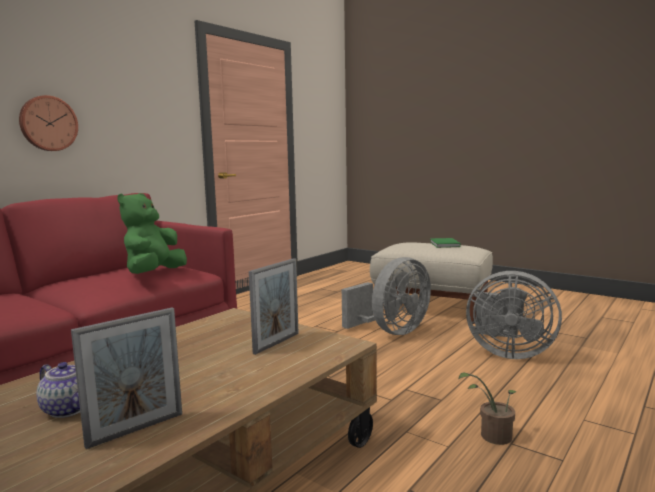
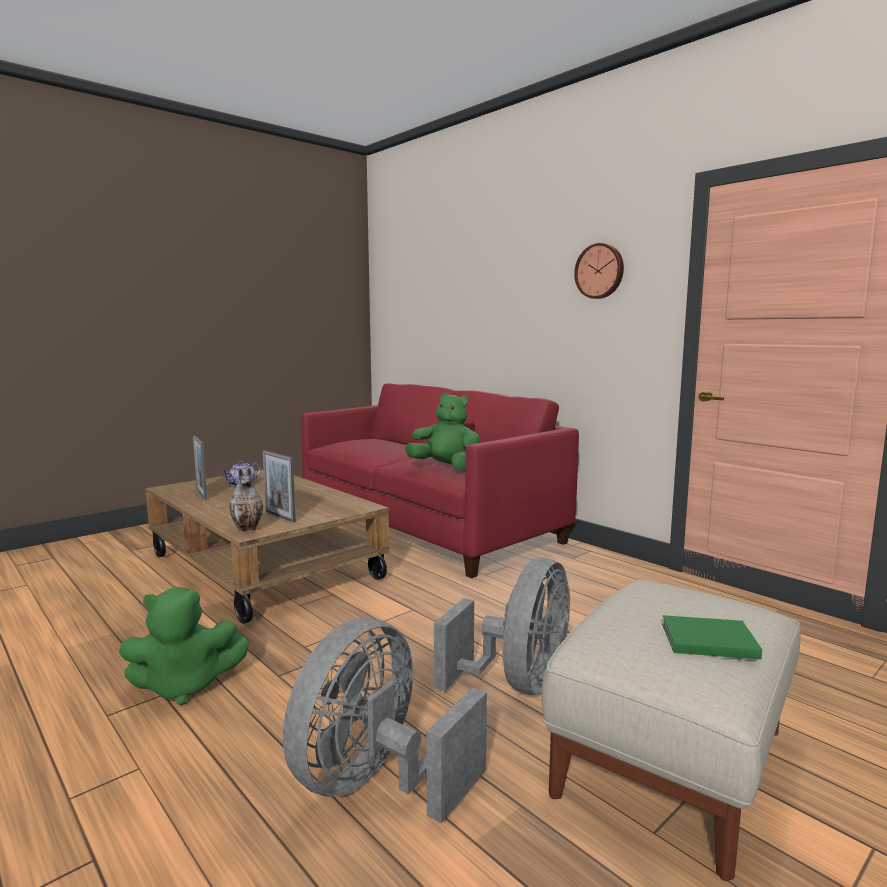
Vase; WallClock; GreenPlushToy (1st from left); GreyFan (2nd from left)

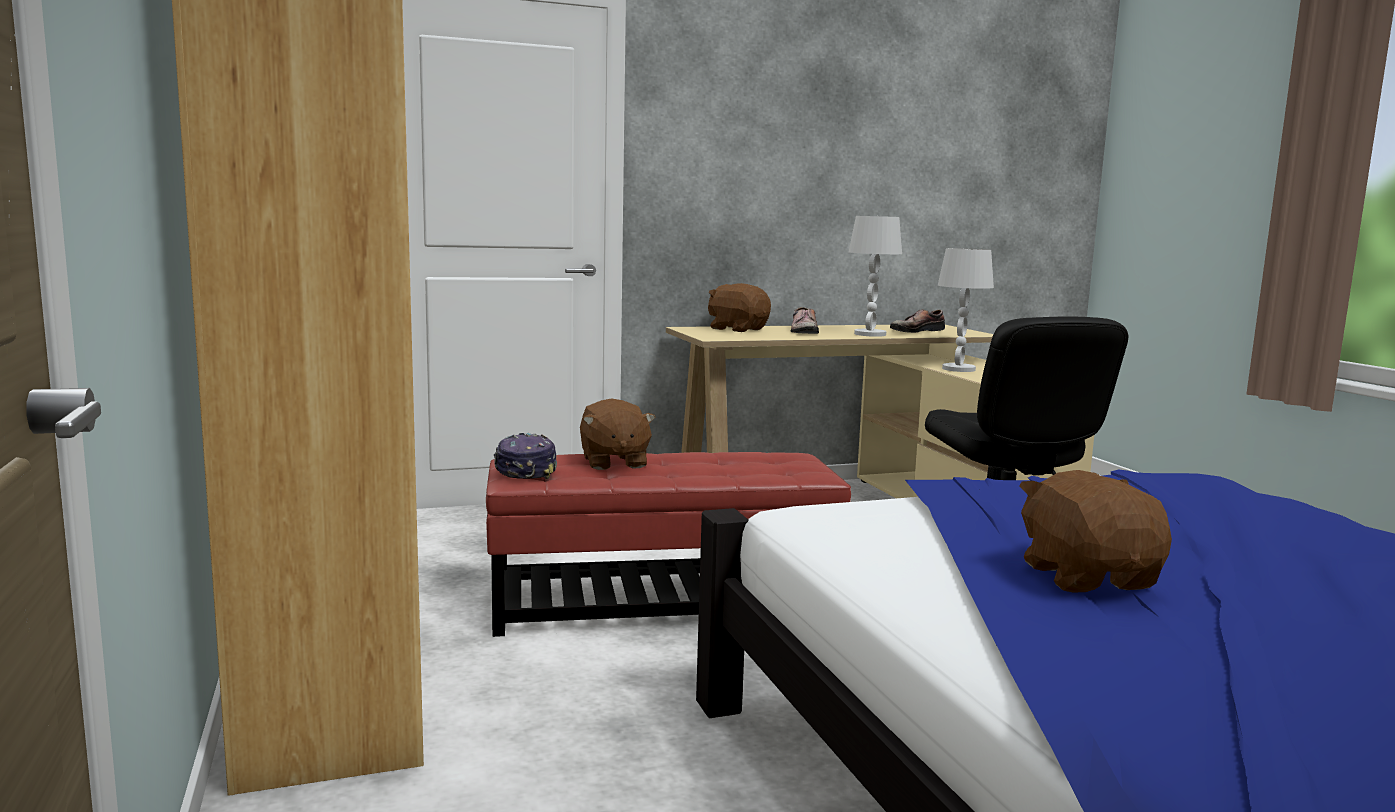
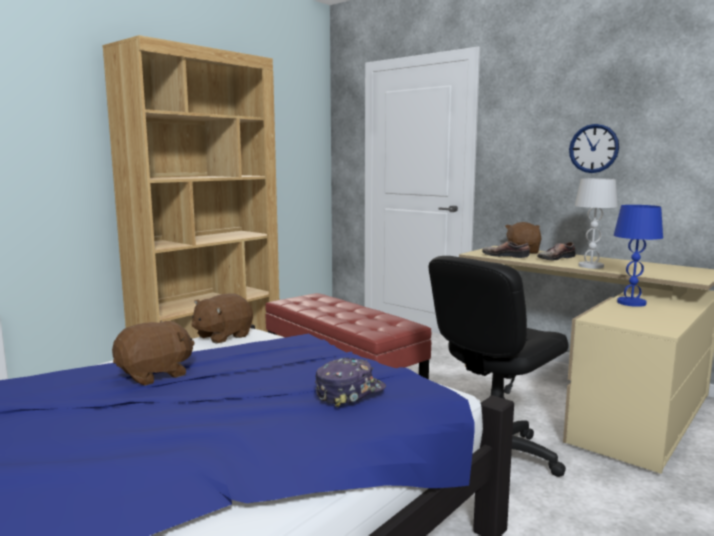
WallClock; Cap; BrownPlushToy (2nd from left); Shoe (1st from left); BlueTableLamp

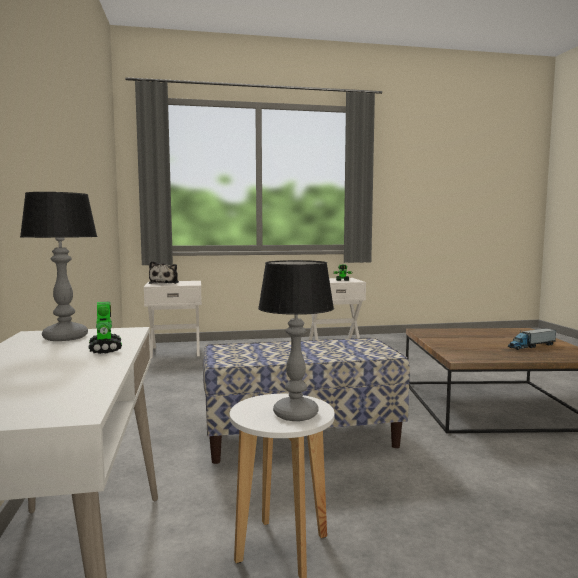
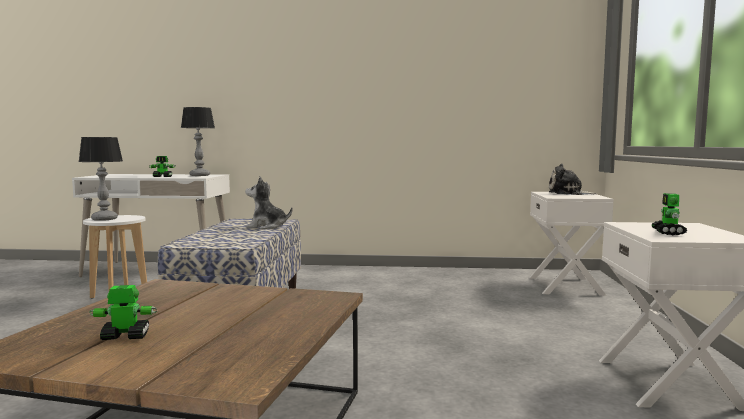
PlushToy (1st from left); ToyRobot (1st from left)

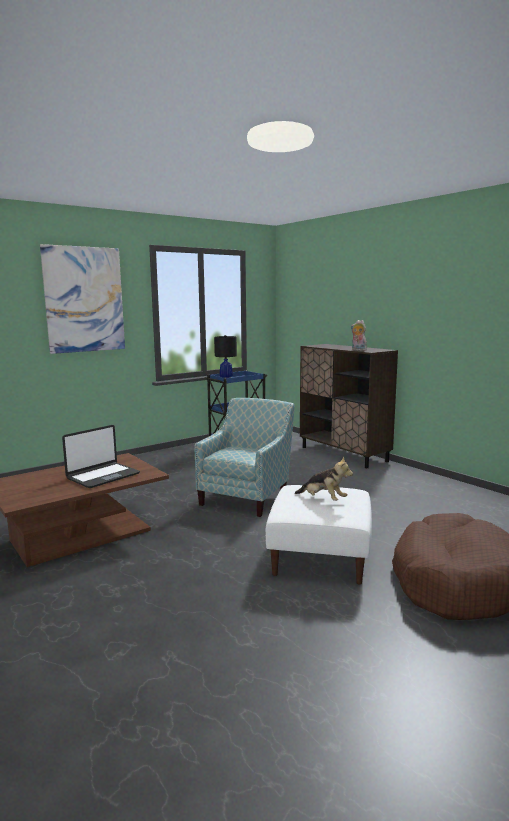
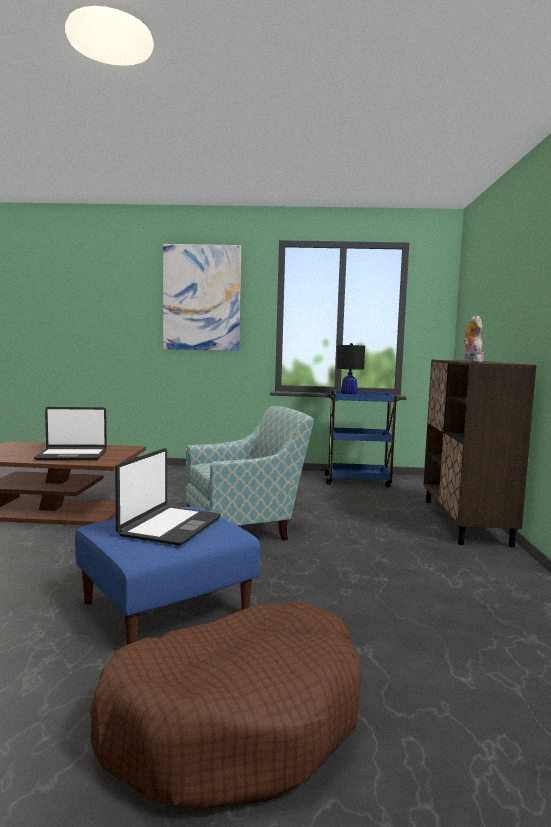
Laptop (2nd from left); BlueOttoman

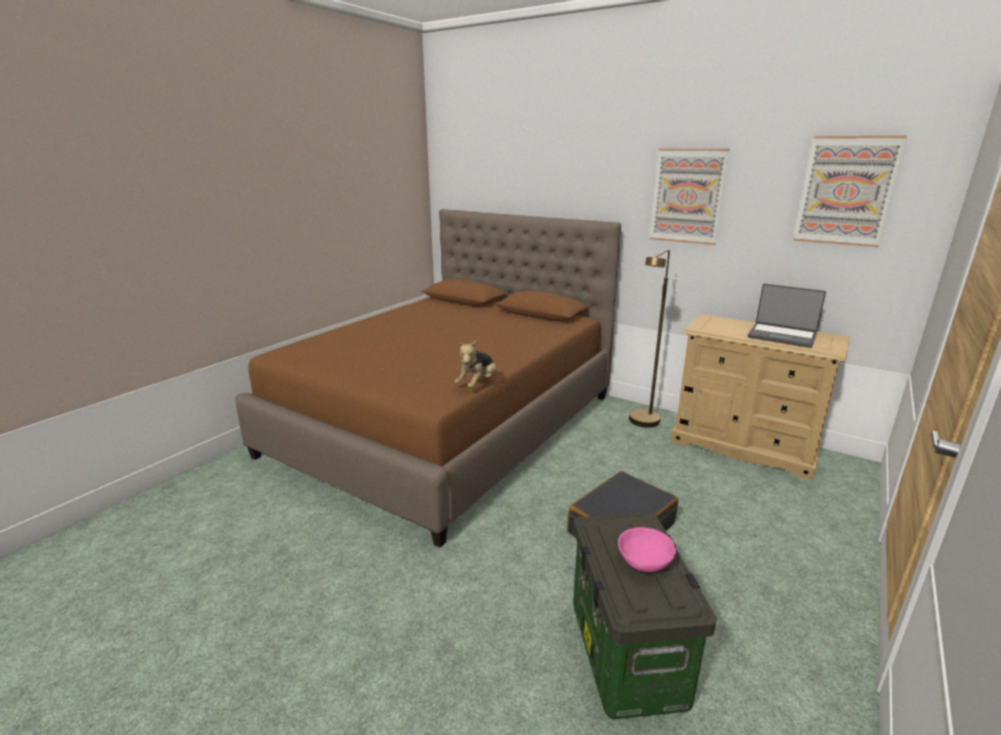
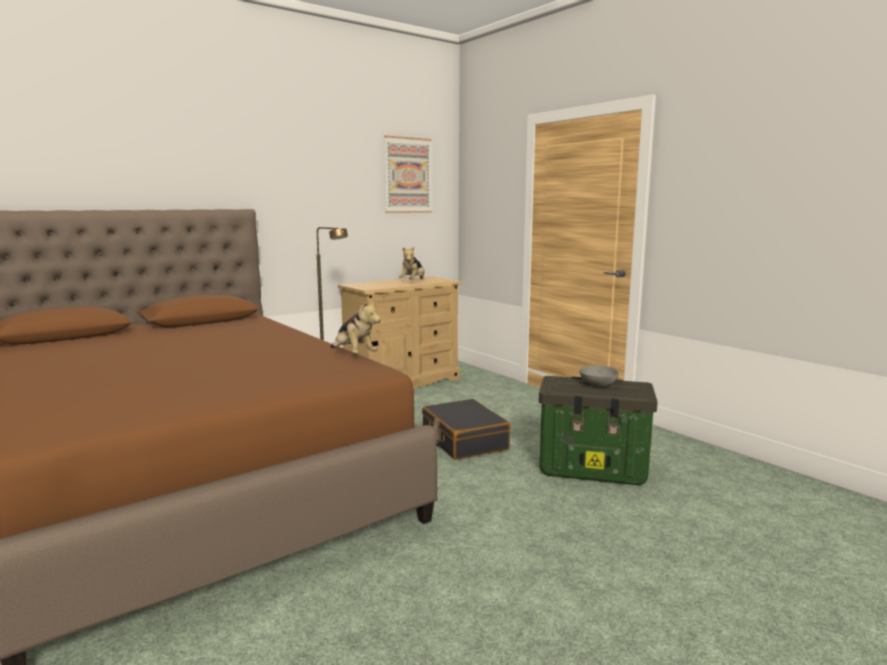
Picture (1st from left in the first image); PlushToy (2nd from left); GreyBowl

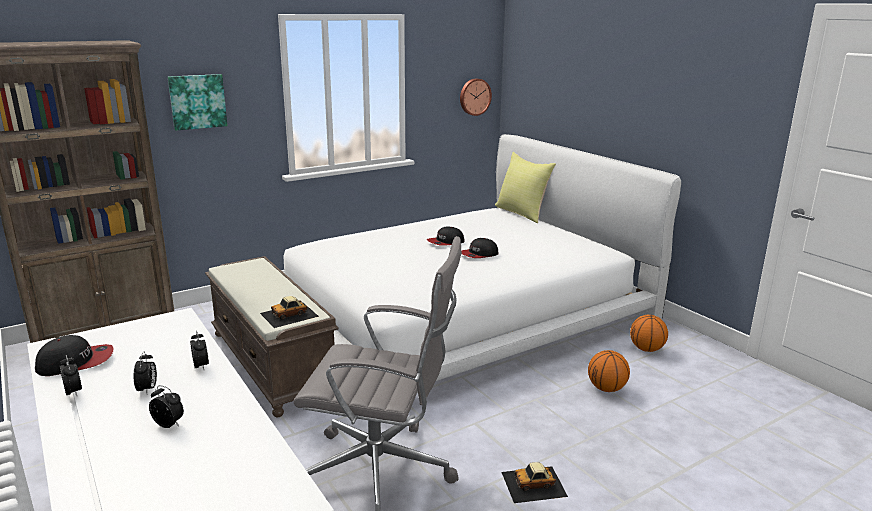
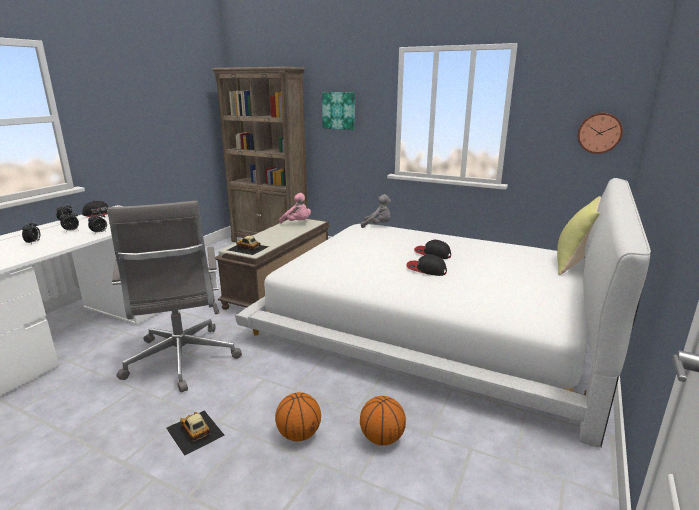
PinkPlushToy; GreyPlushToy; Basketball (1st from left)

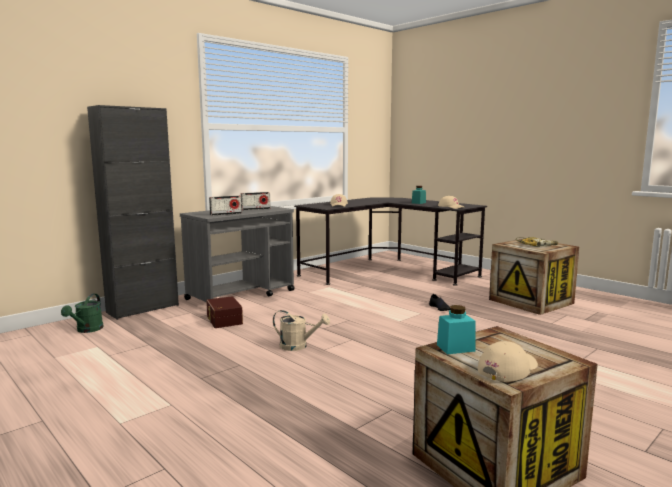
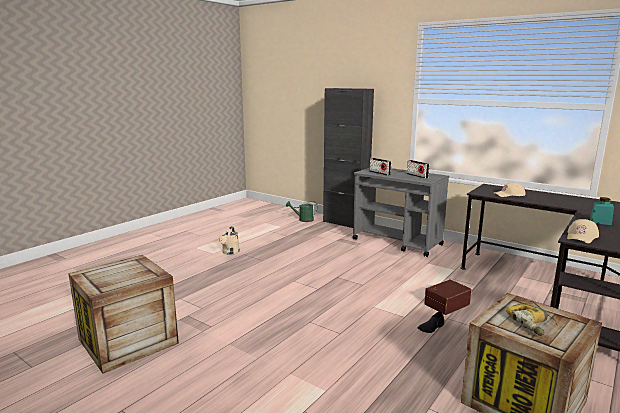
TurquoiseJar (2nd from left in the first image); BeigeCap (3rd from left in the first image); BrownStorageBox; BeigeWateringCan

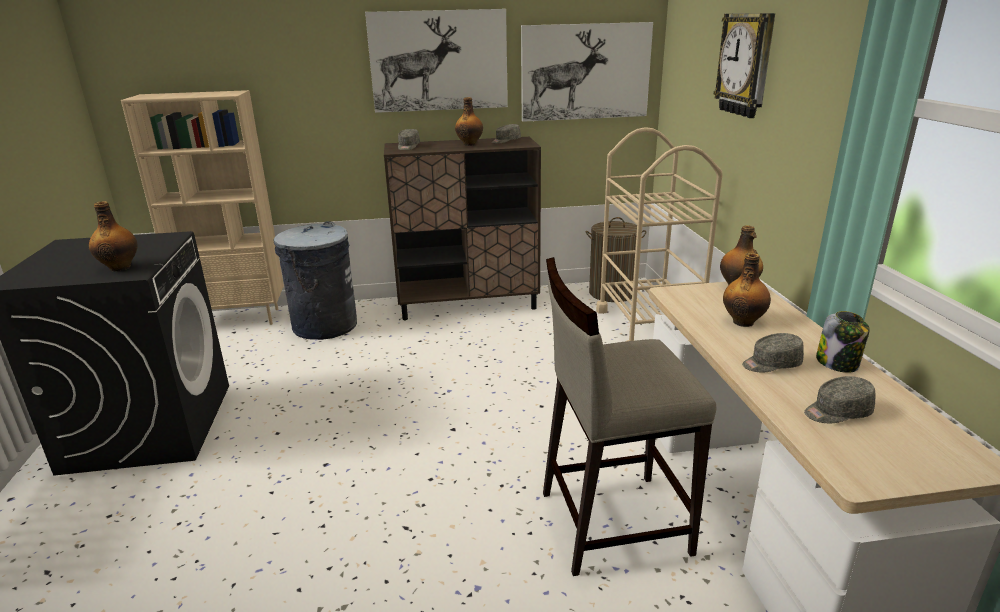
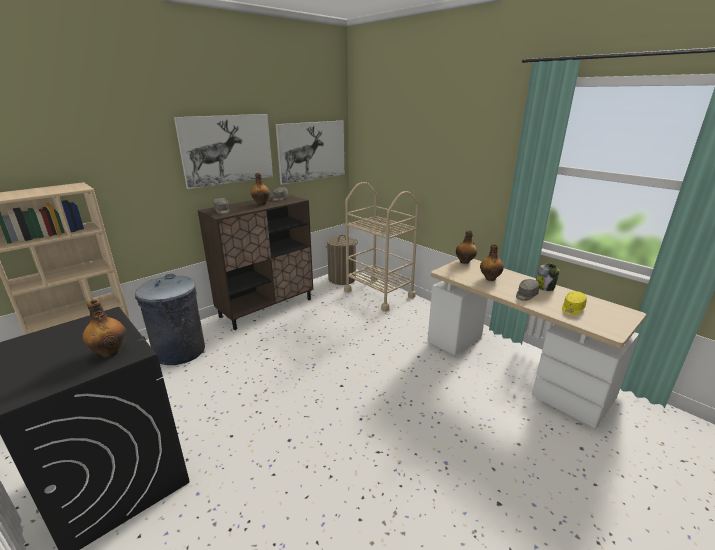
BeigeStool; WallClock; YellowCap

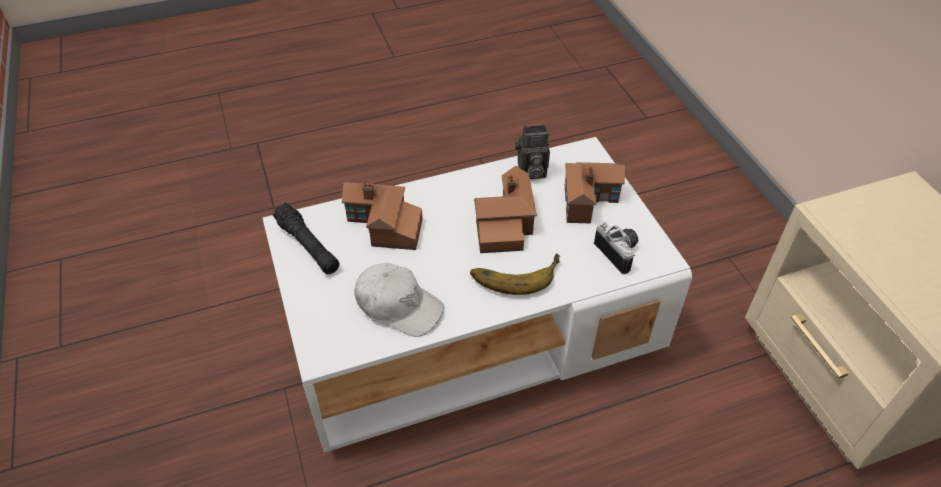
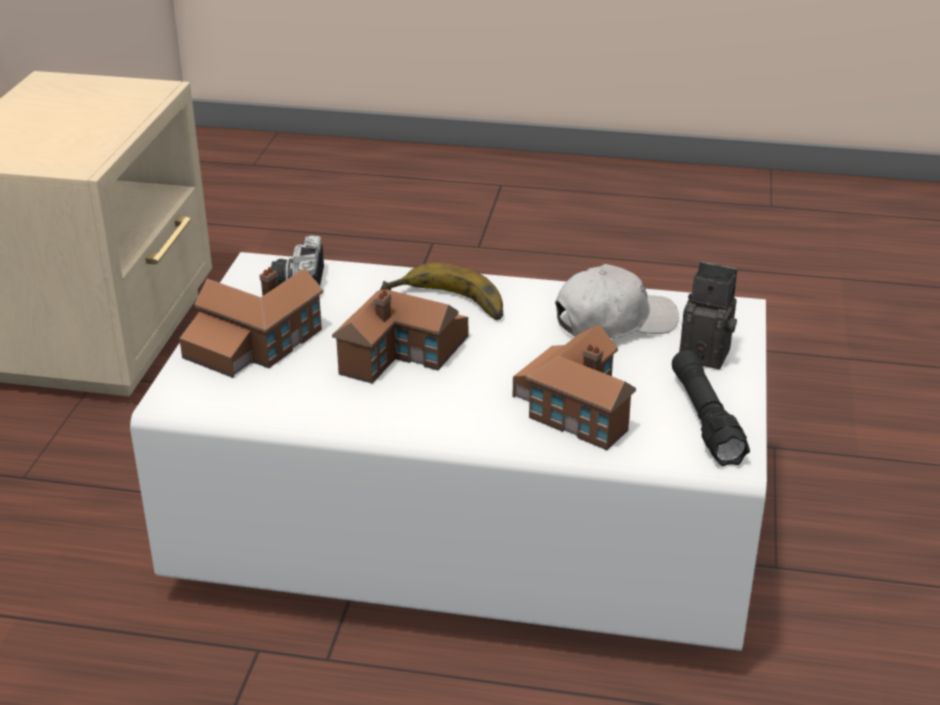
PhotoCamera (2nd from left); WhiteCap

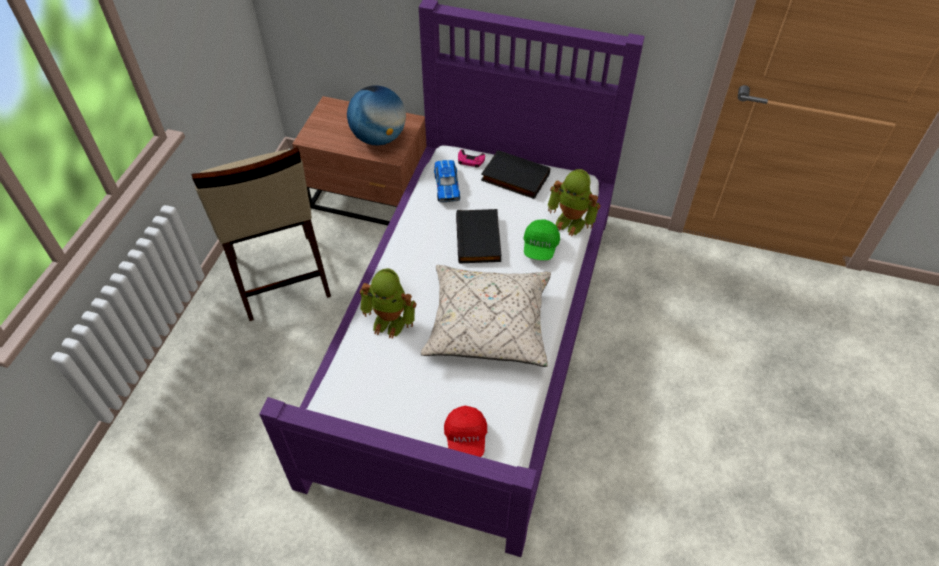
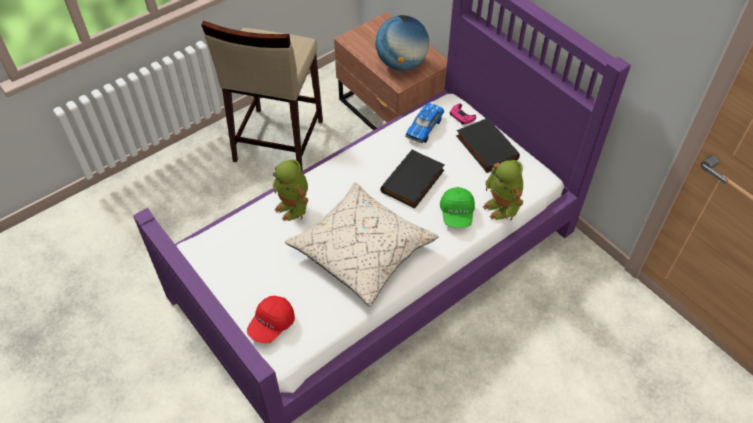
GreenCap

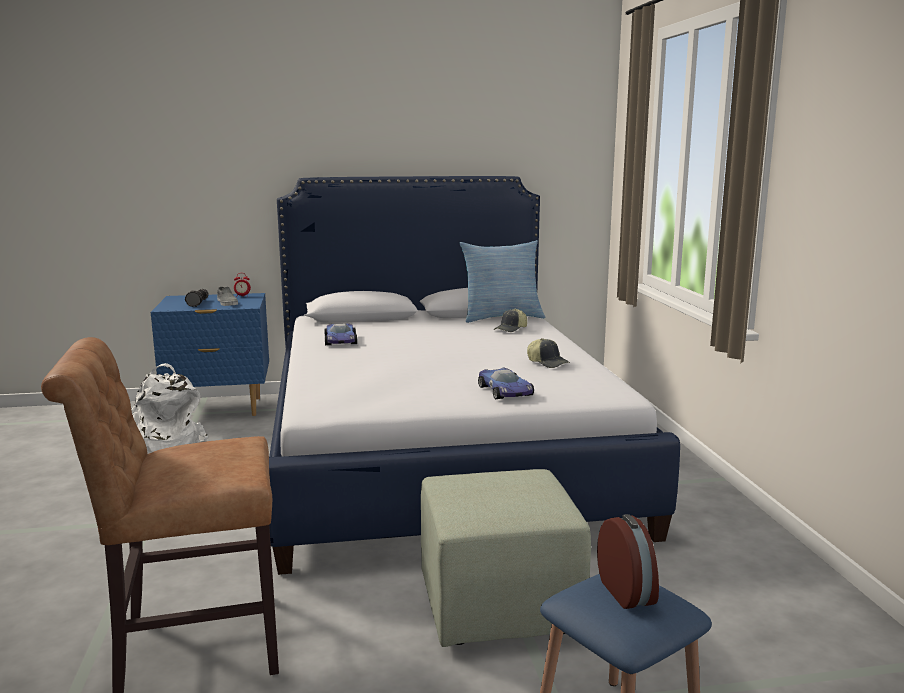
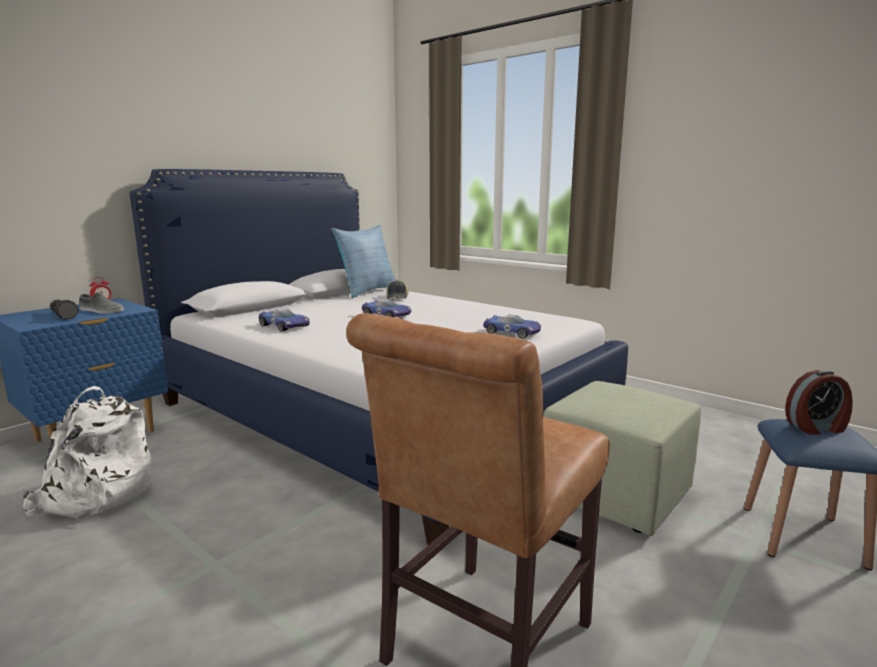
Cap (2nd from left in the first image); ToyCar (2nd from left); AlarmClock (2nd from left)

